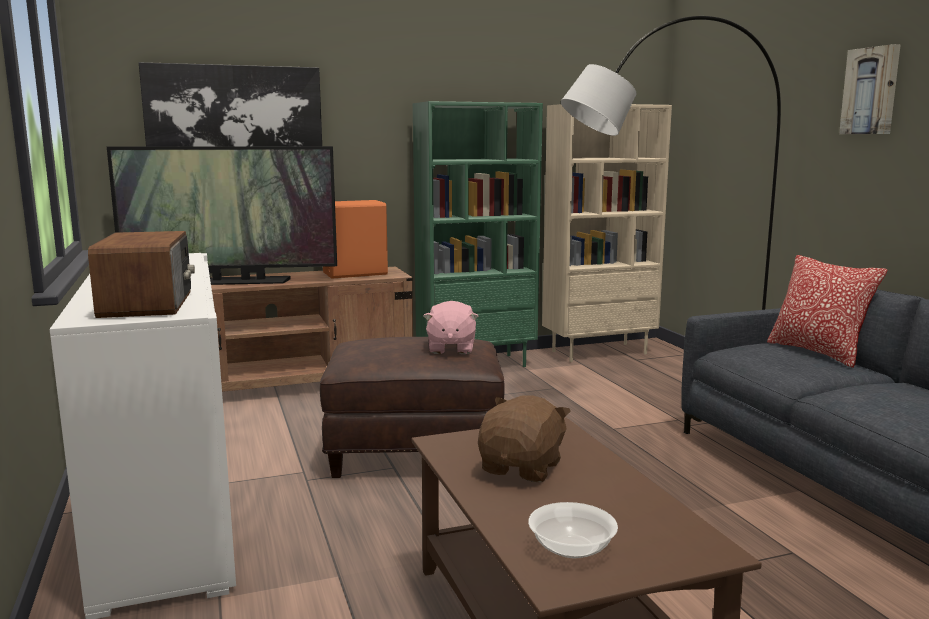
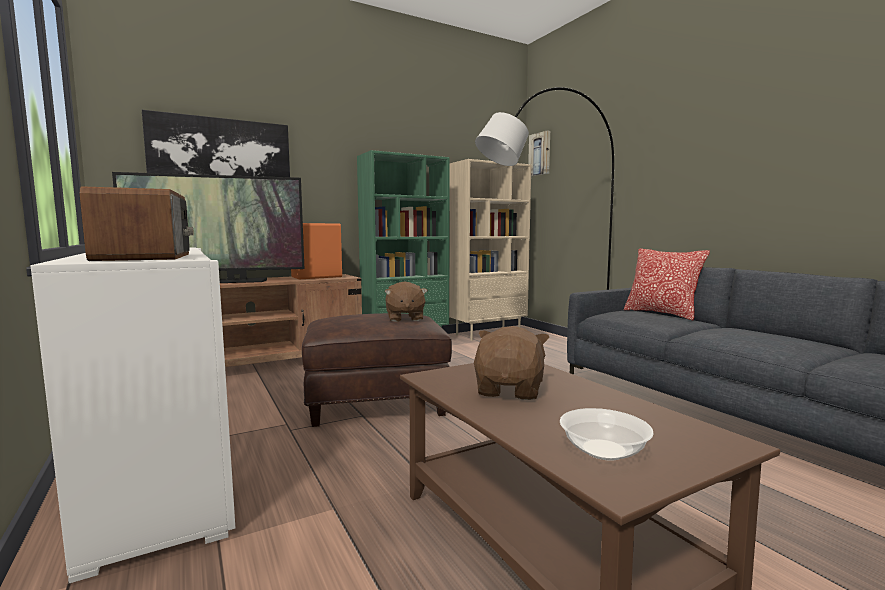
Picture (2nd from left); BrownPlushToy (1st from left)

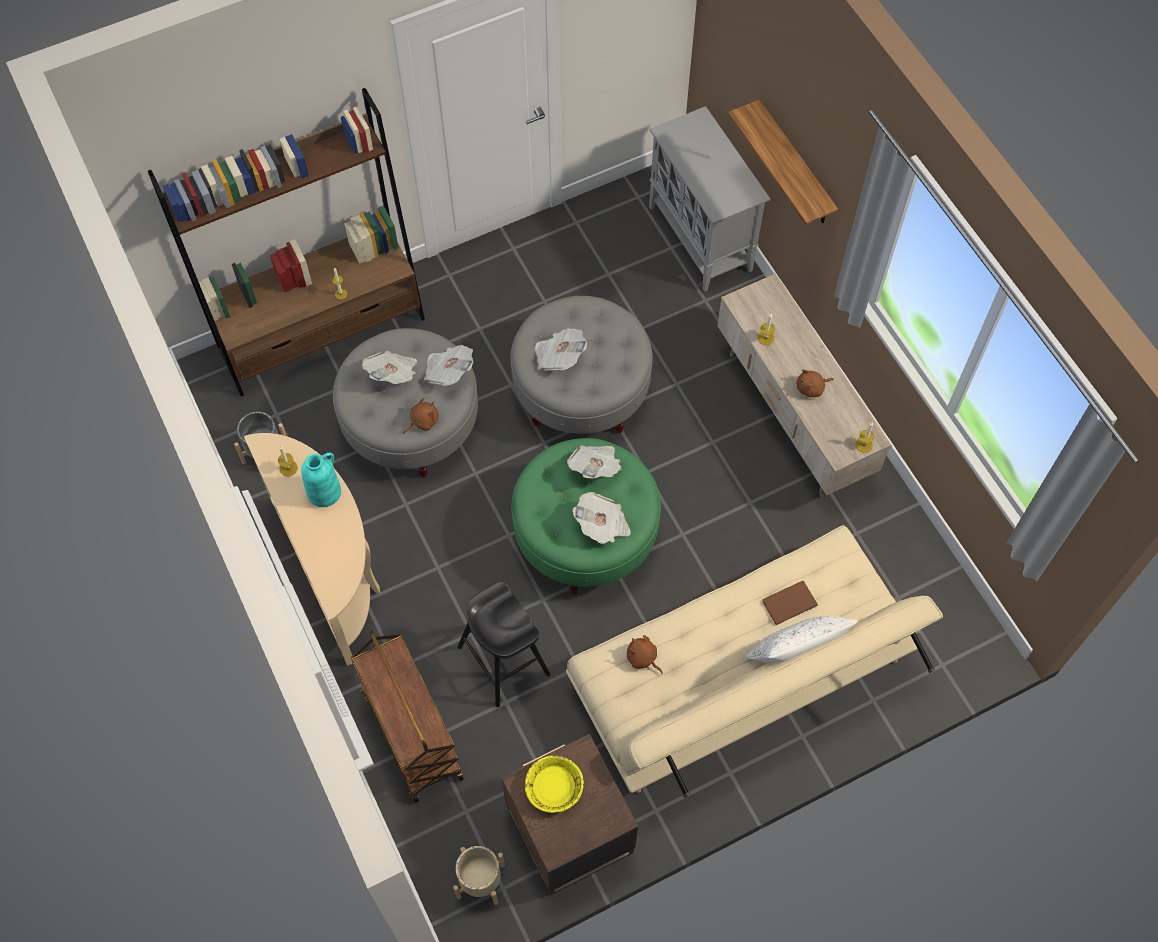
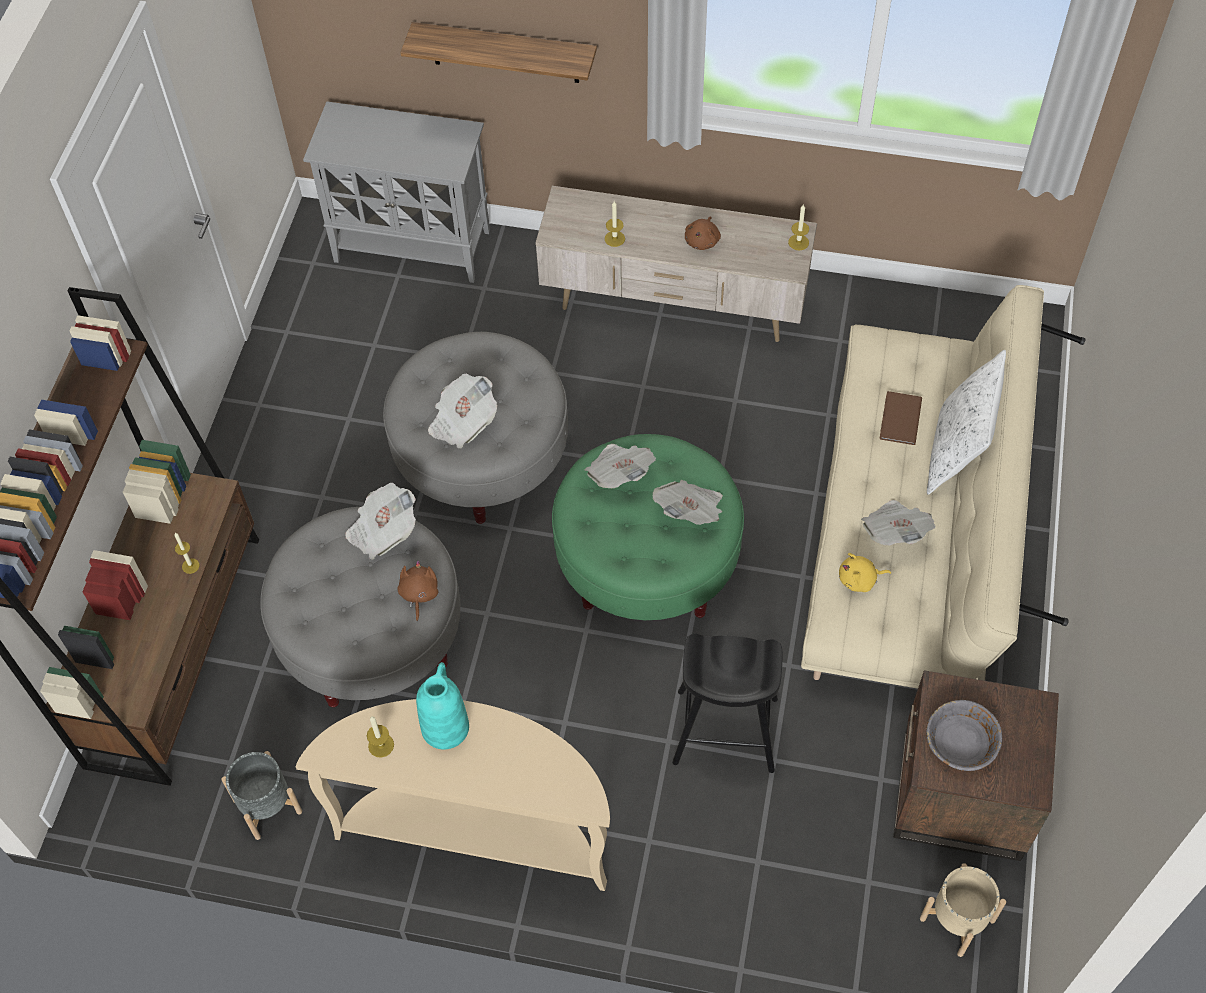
BrownCart; Newspaper (5th from left); GreyBowl; YellowPlushToy

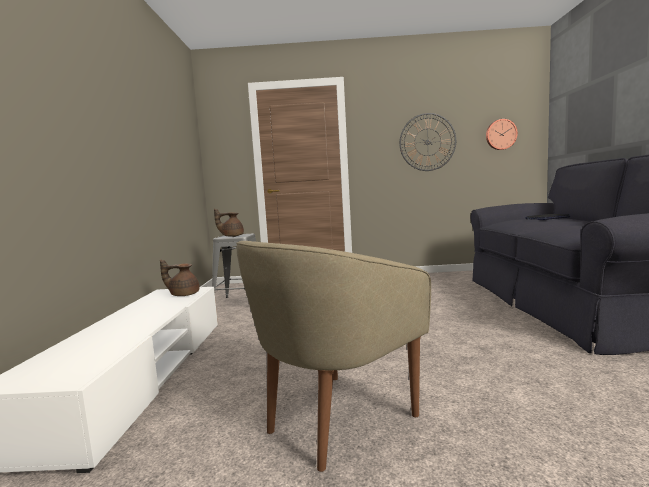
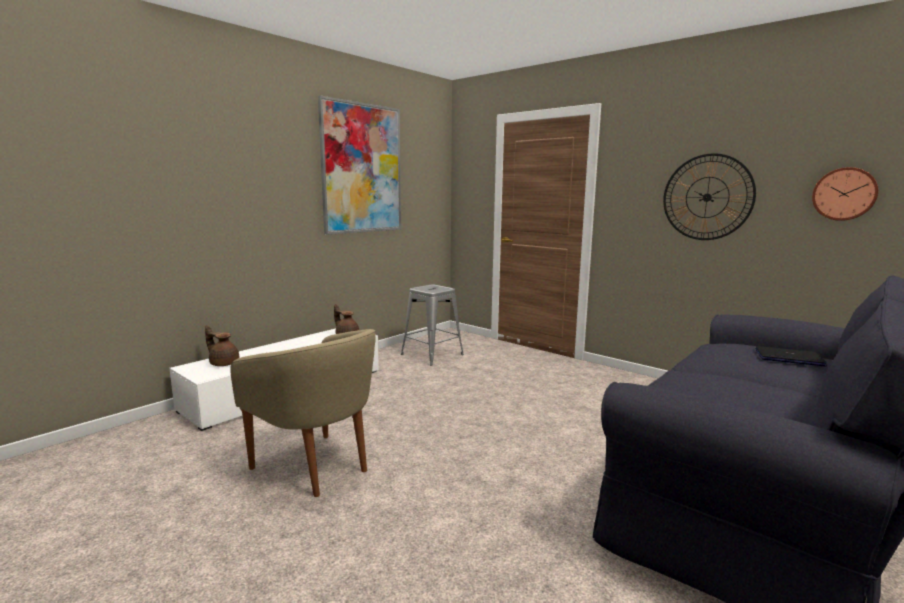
Picture; BrownTeapot (1st from left); BeigeArmchair

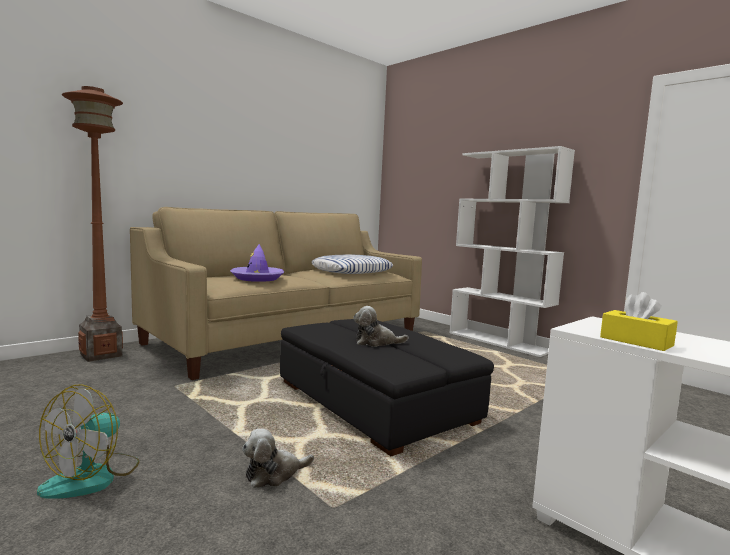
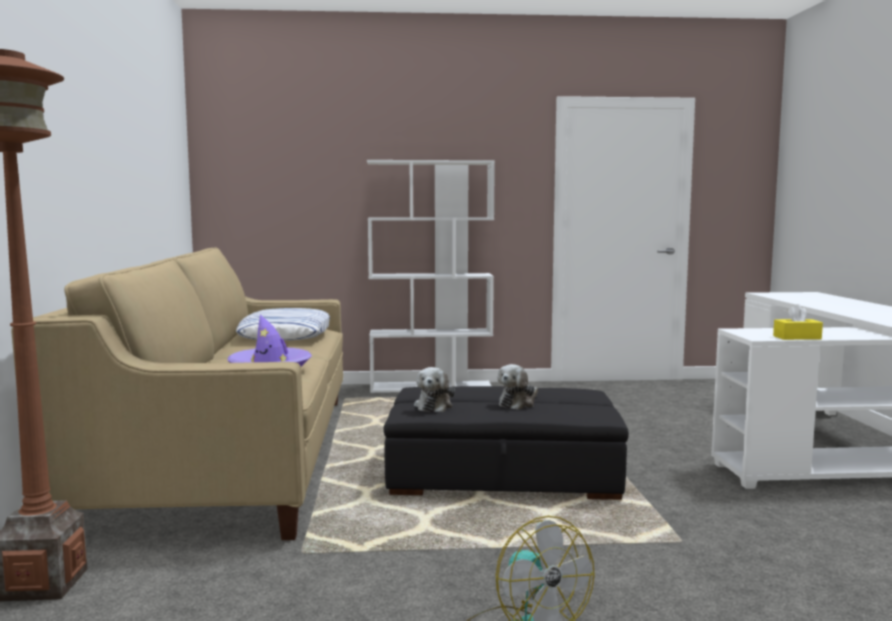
PlushToy (1st from left)

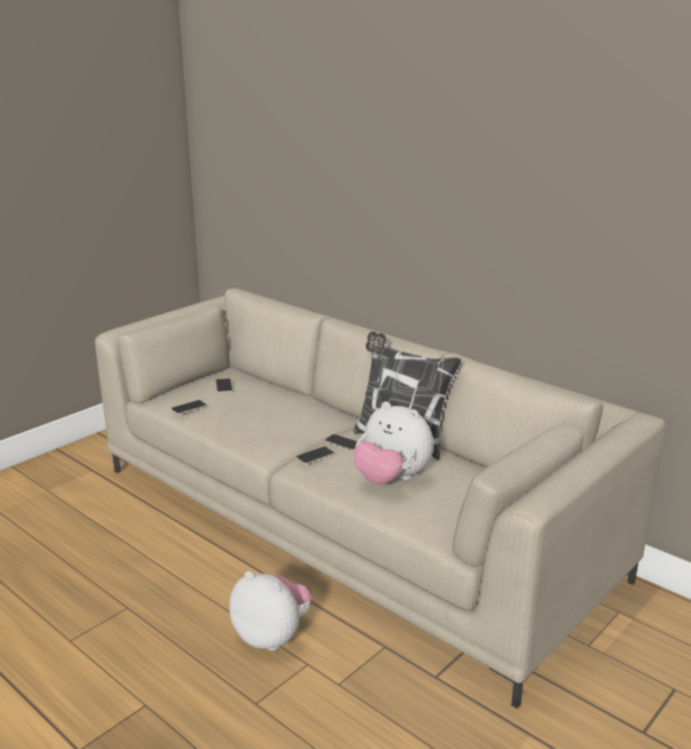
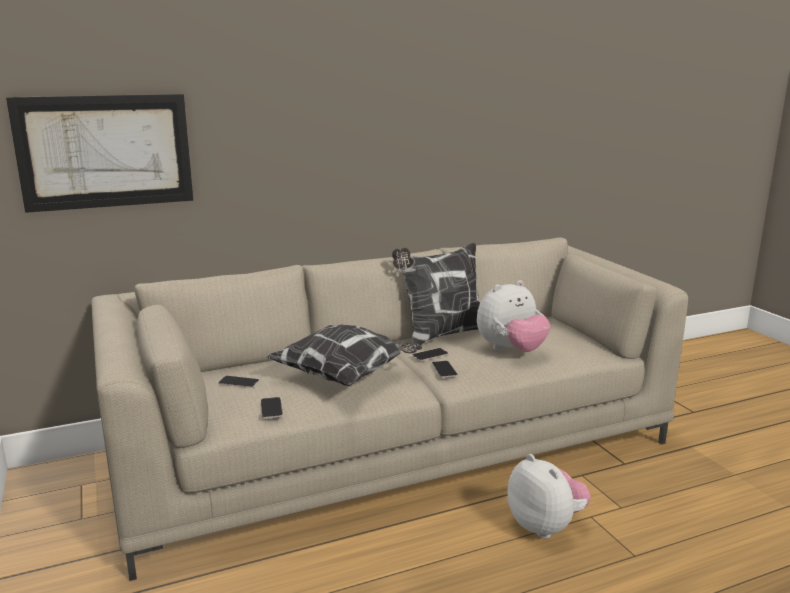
Picture; Pillow (1st from left); PlushToy (2nd from left)

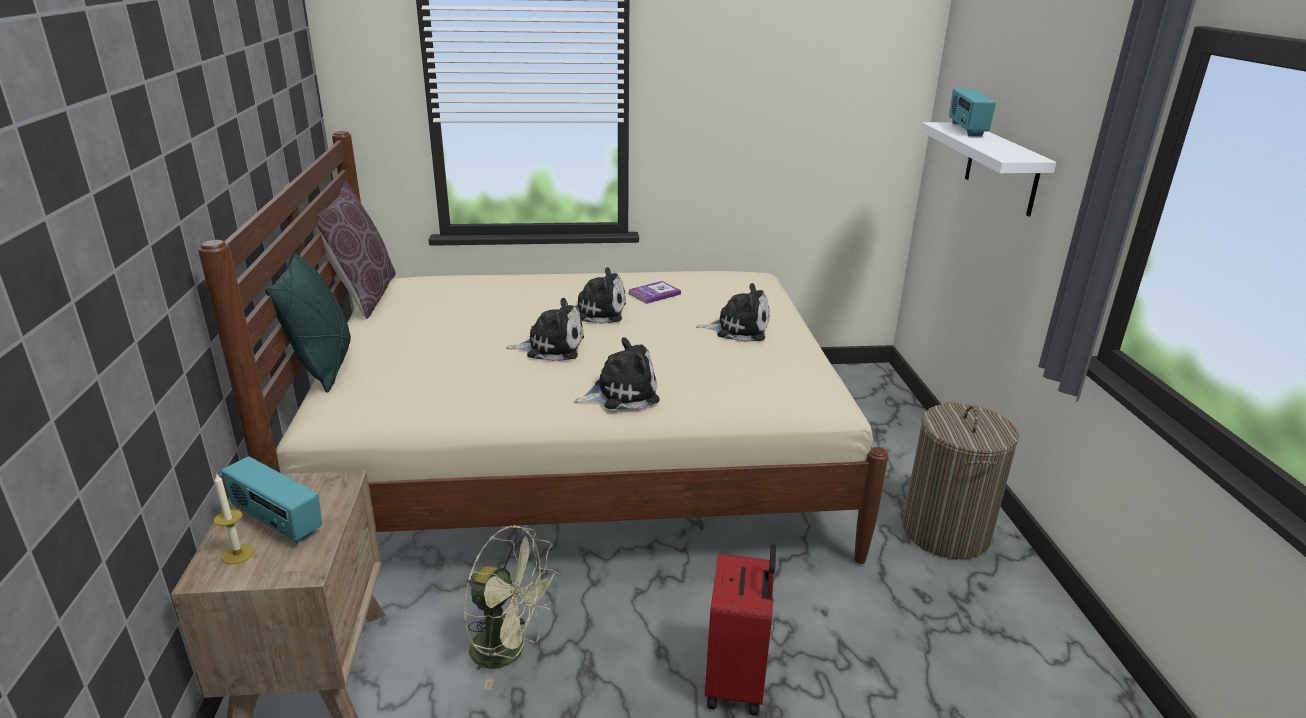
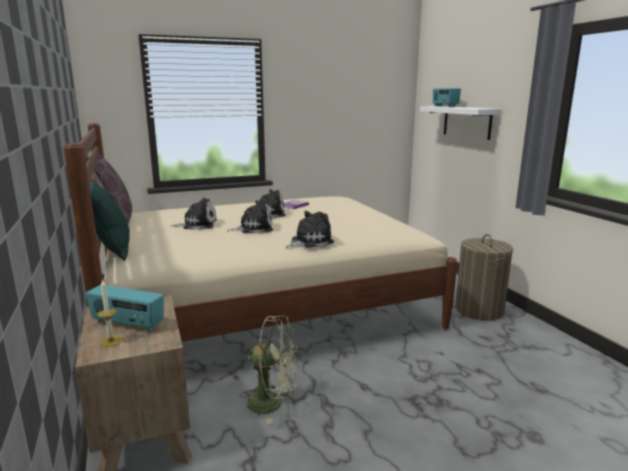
RedSuitcase; PlushToy (1st from left)

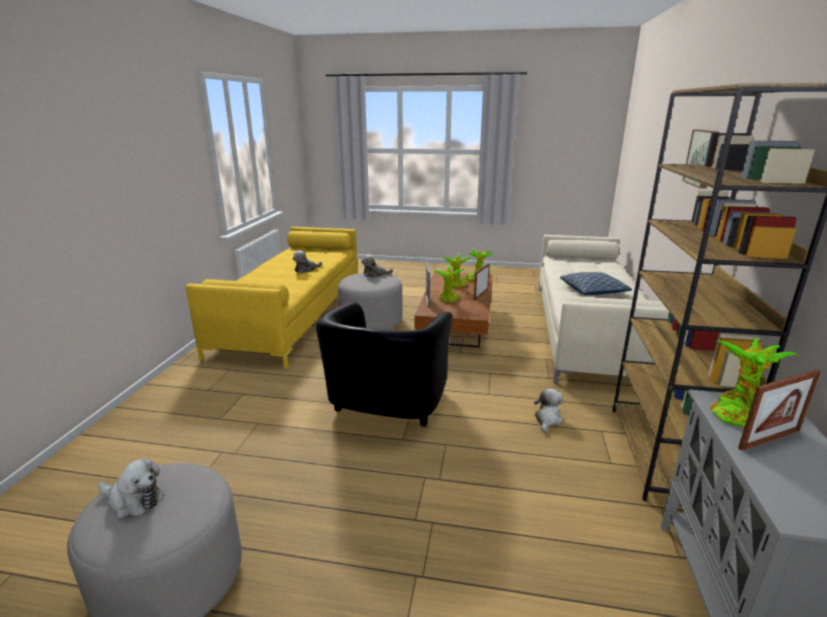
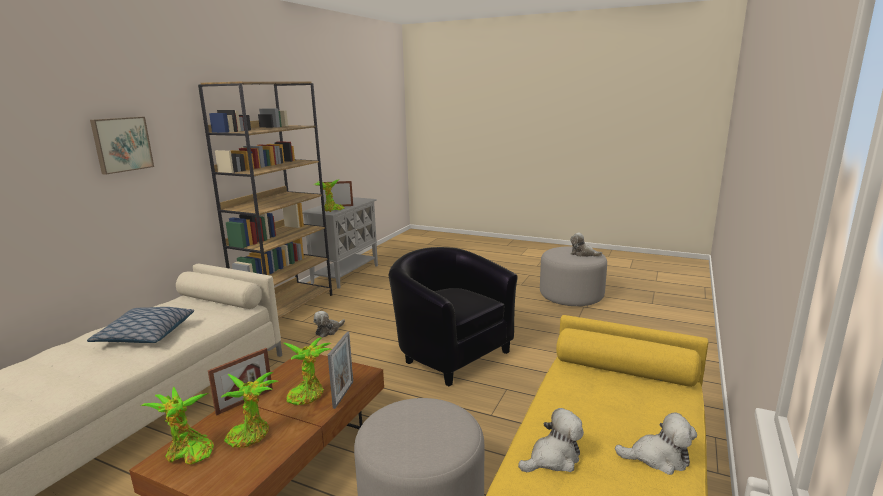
PlushToy (4th from left); BlackArmchair

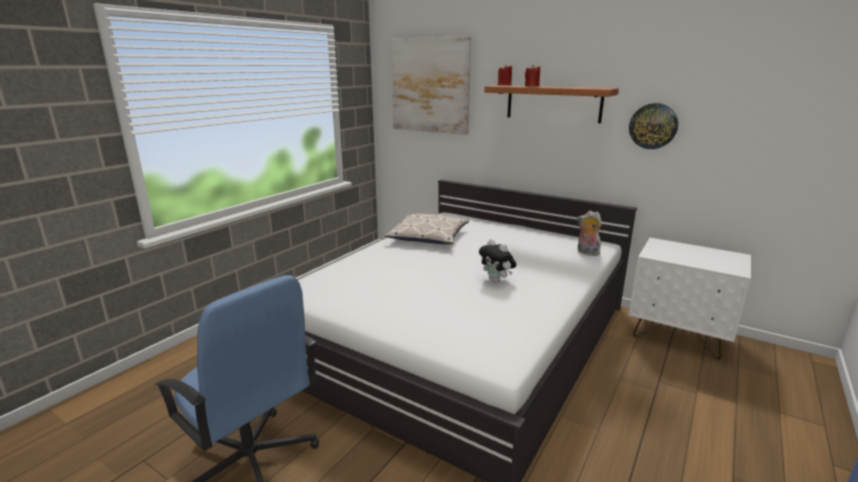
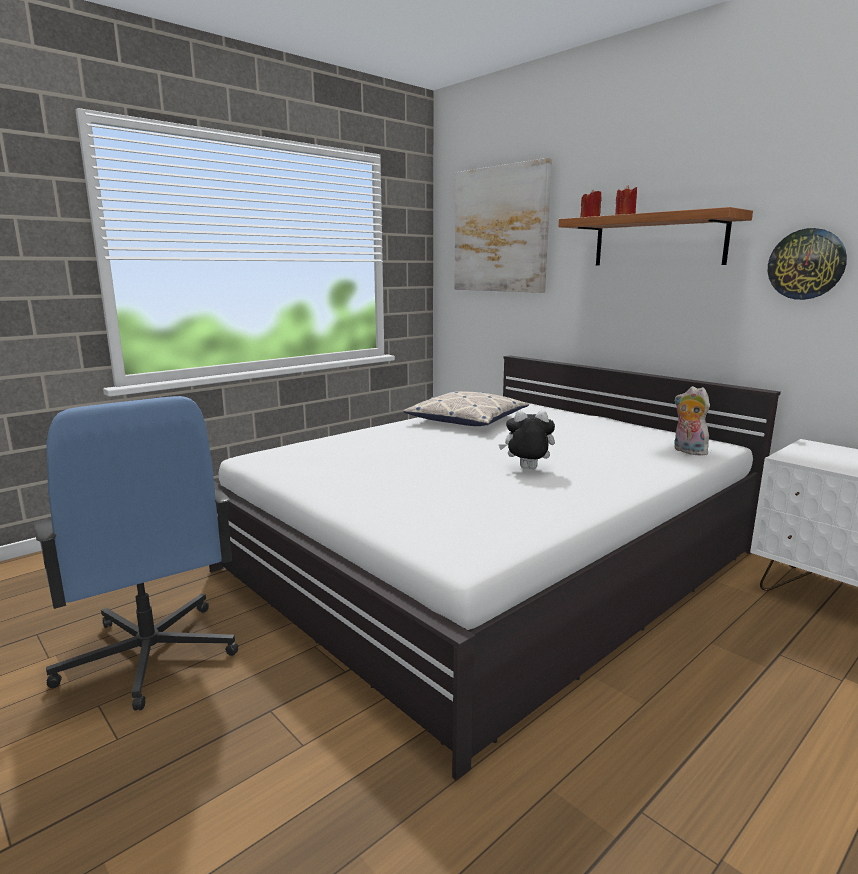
PlushToy (1st from left)

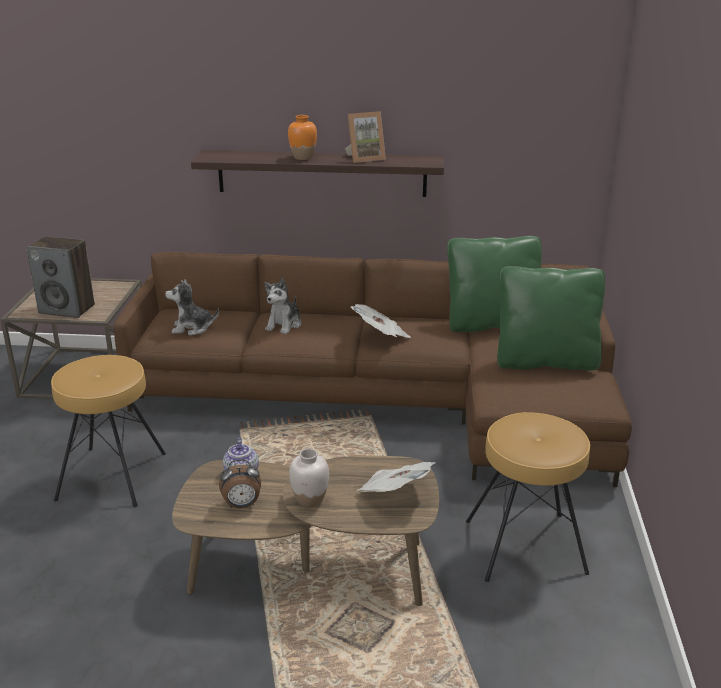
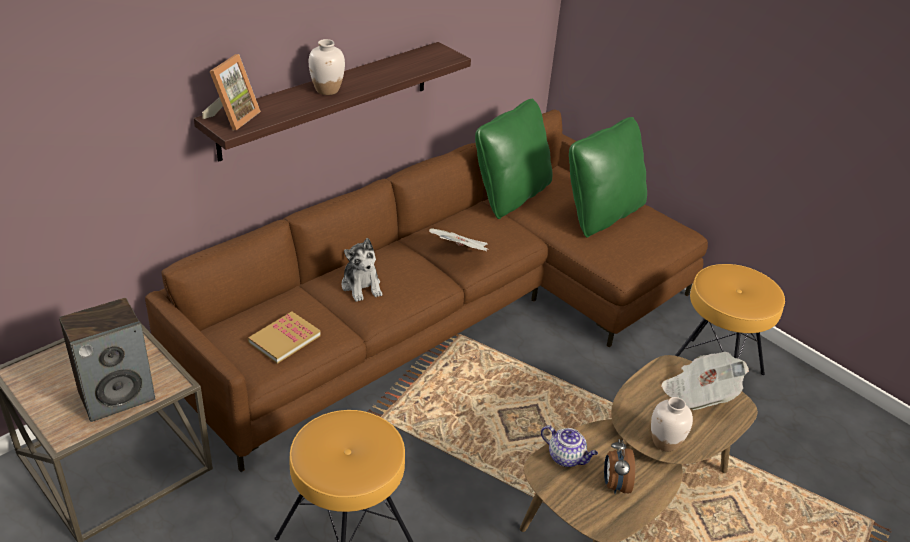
PictureFrame; Book; WhiteVase (1st from left); AlarmClock

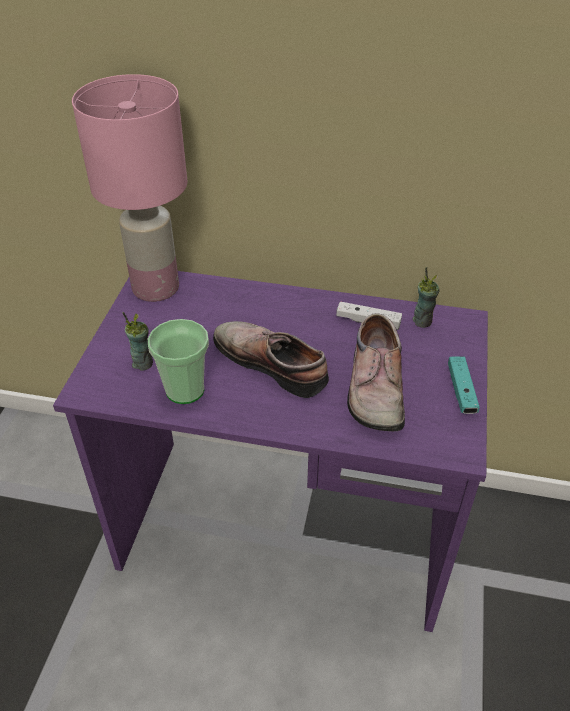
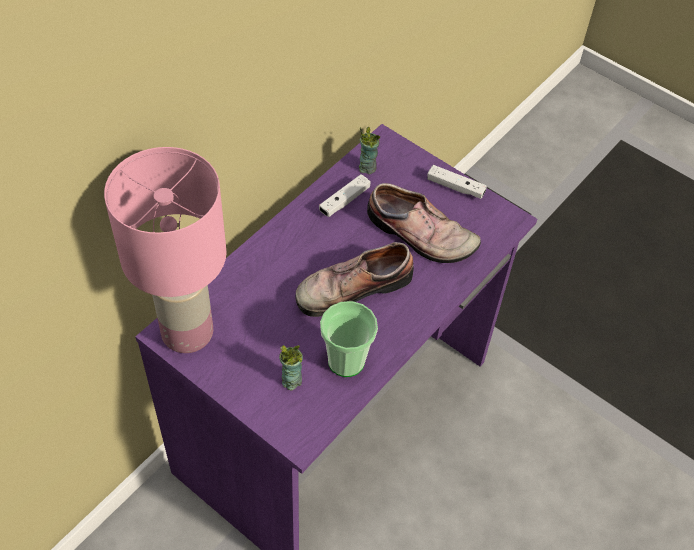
WhiteGameController (2nd from left)

